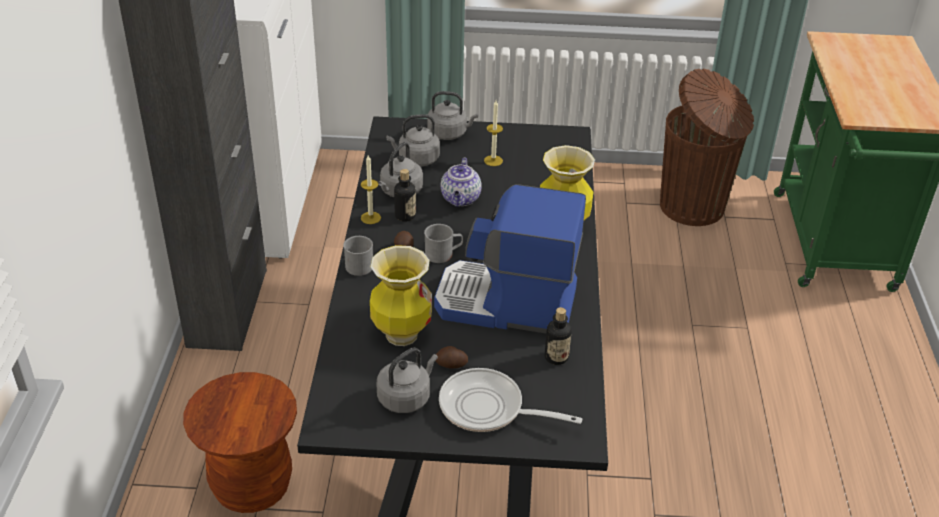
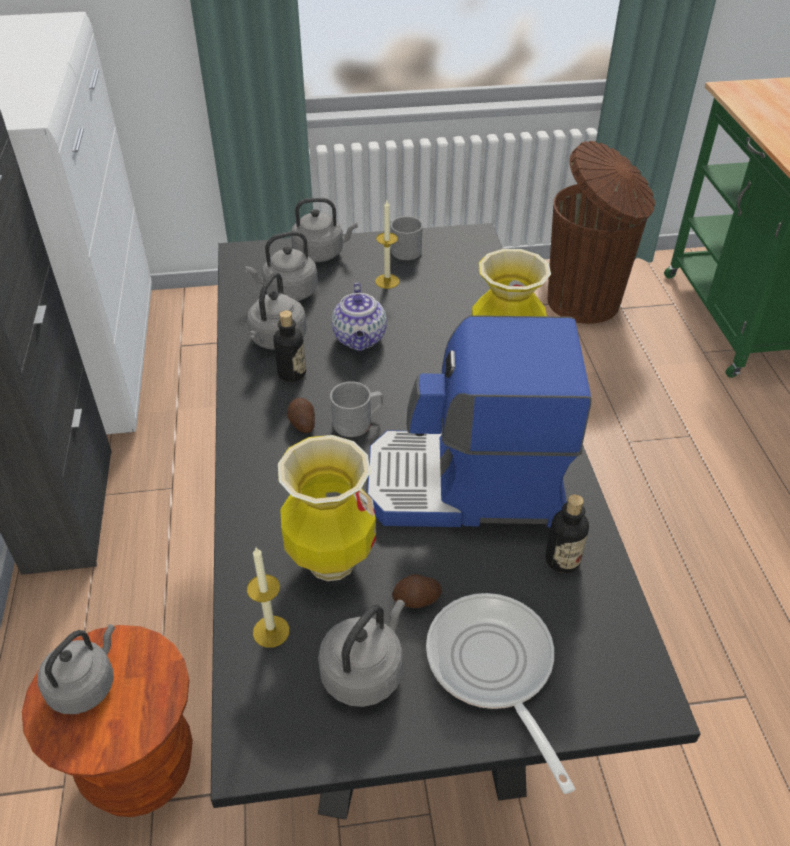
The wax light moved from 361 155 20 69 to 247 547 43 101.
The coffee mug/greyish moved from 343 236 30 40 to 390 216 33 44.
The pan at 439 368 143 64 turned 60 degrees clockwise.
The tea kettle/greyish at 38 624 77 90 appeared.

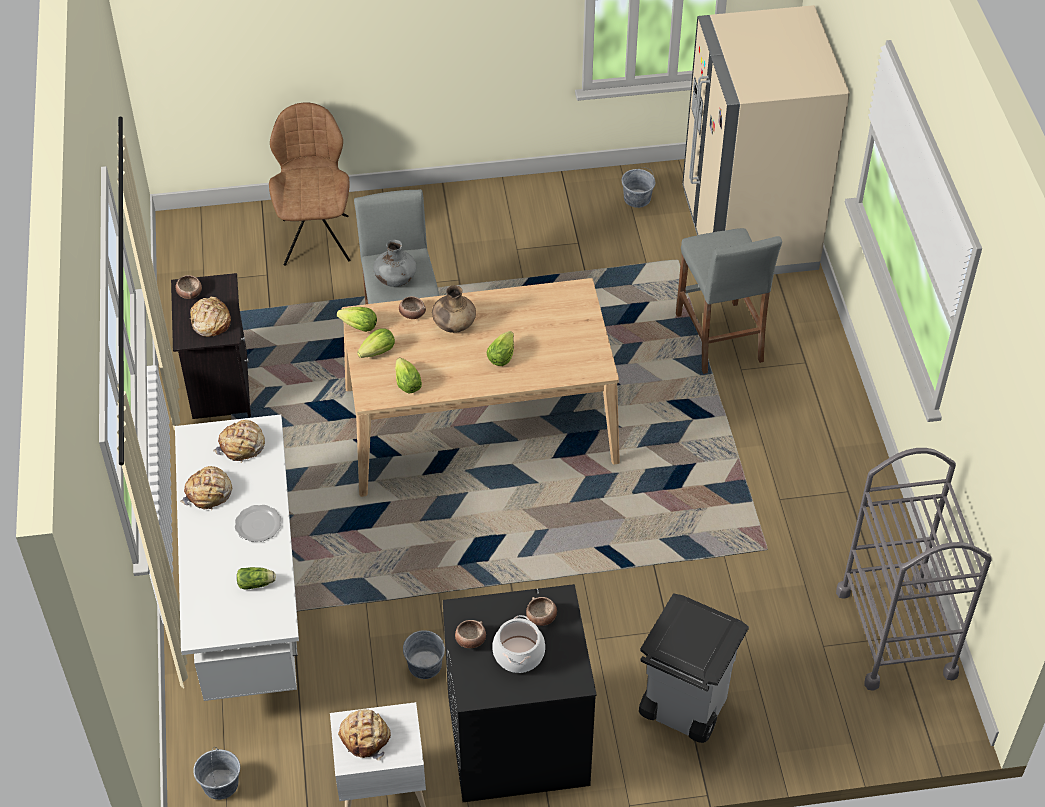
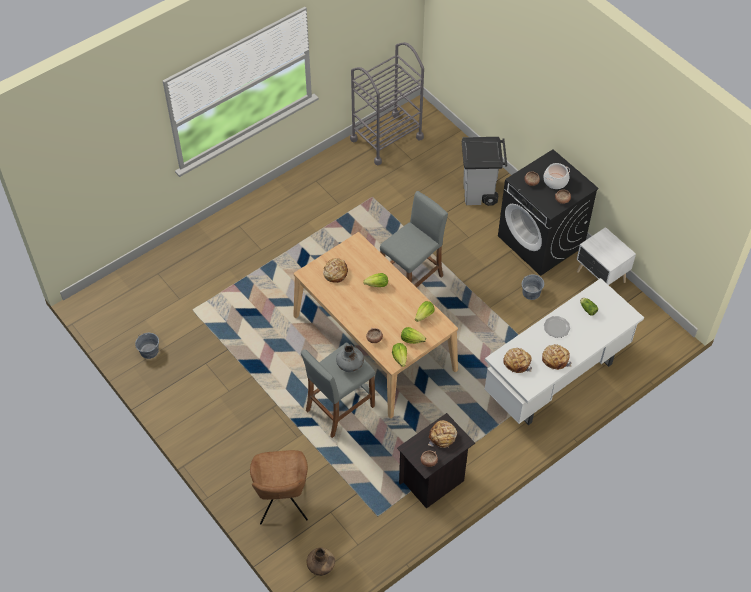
The refrigerator/beige-coloured at 682 5 168 269 disappeared.
The chair/brownish at 269 103 82 163 turned 60 degrees counterclockwise.
The sitting stool/greyish moved from 676 228 106 146 to 380 191 68 97.
The flower vase/brownish moved from 432 285 44 48 to 307 547 28 29.
The bread moved from 338 709 53 52 to 323 258 25 25.
The bucket/greyish at 193 747 47 53 disappeared.

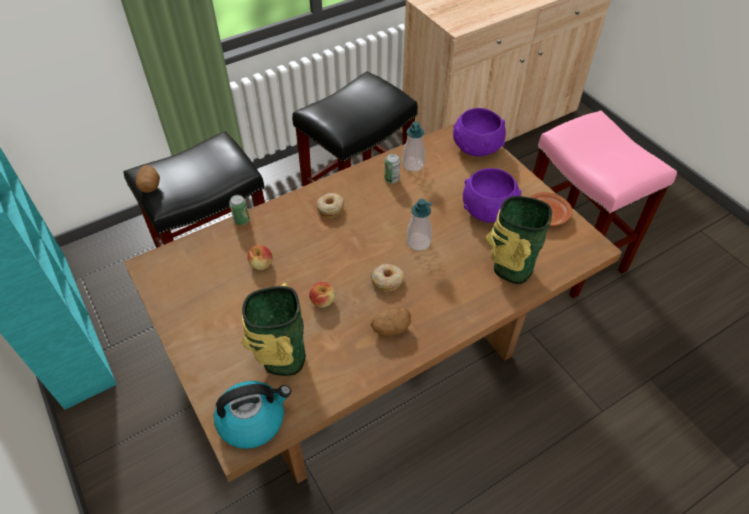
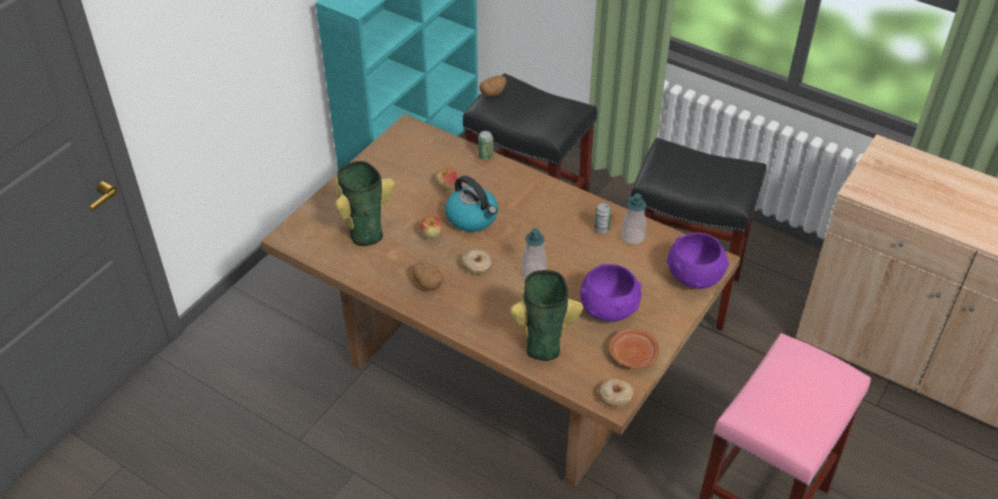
The doughnut moved from 317 193 27 25 to 599 379 34 29.
The tea kettle moved from 214 381 77 68 to 445 176 53 56.

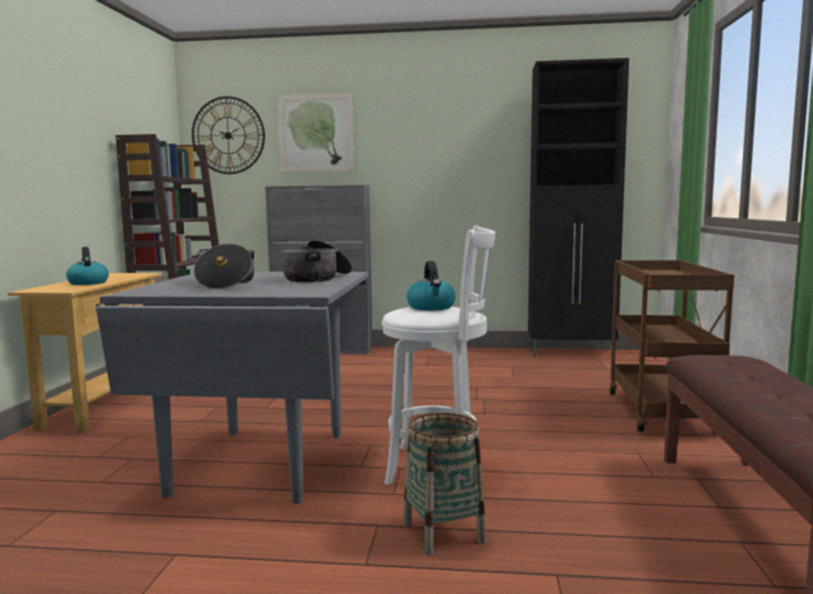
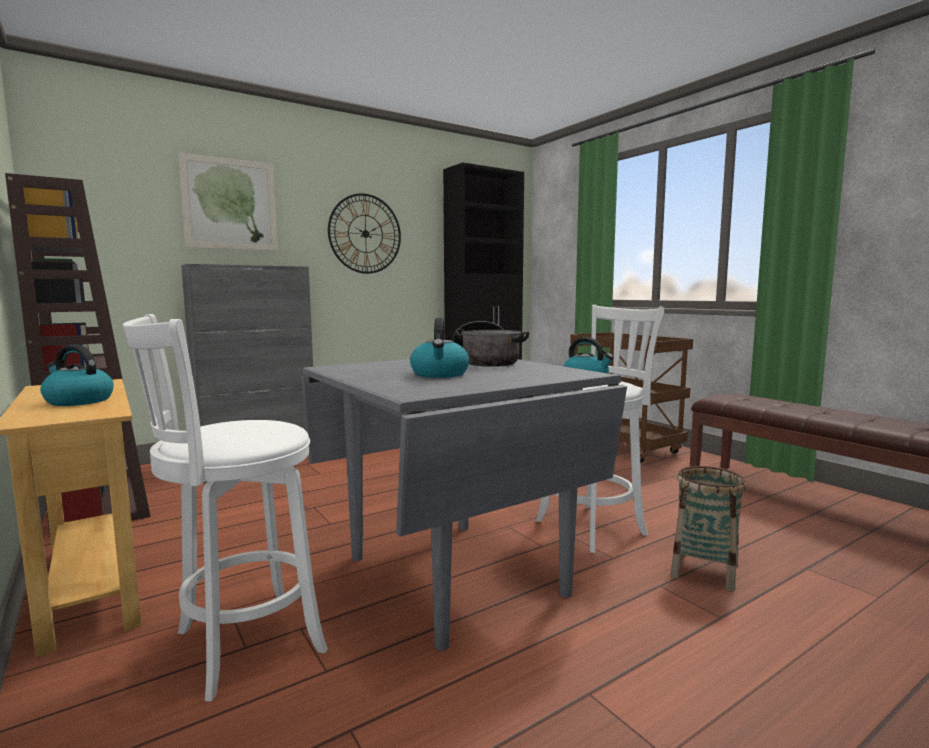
The hanging clock moved from 192 96 73 78 to 328 193 73 81.
The saucepot at 194 244 61 45 was replaced by the tea kettle at 410 318 59 60.
The sitting stool/white-coloured at 123 314 205 388 appeared.

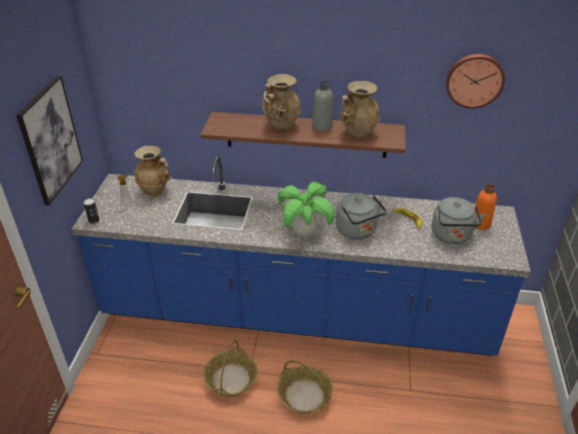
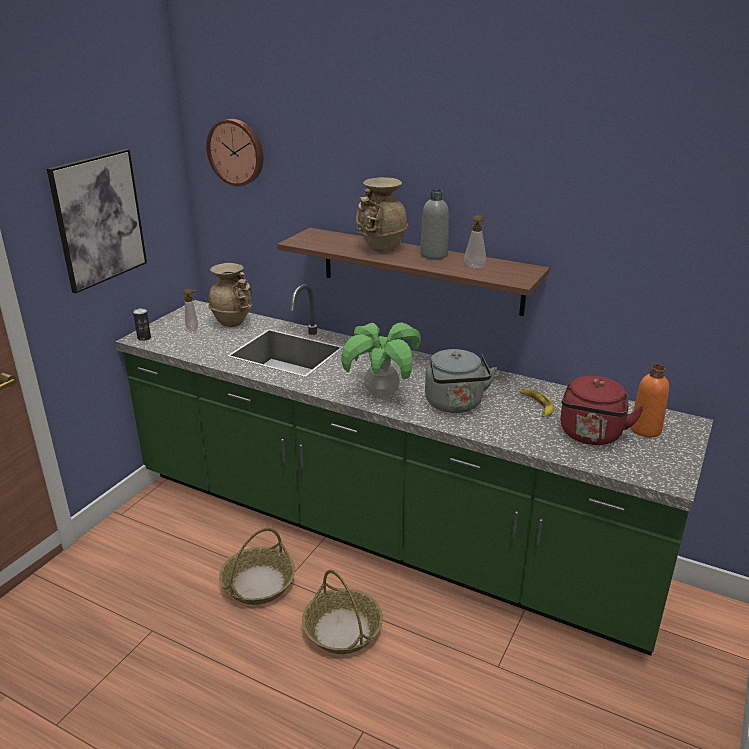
The hanging clock moved from 446 54 59 55 to 206 119 57 67.
The flower vase/beige-coloured at 339 81 41 57 was replaced by the soap bottle at 464 215 22 54.
The kitchen counter/blue at 72 156 459 200 became the kitchen counter/green at 115 284 598 372.
The tea kettle/greyish at 432 197 54 47 became the tea kettle/reddish at 560 376 84 69.

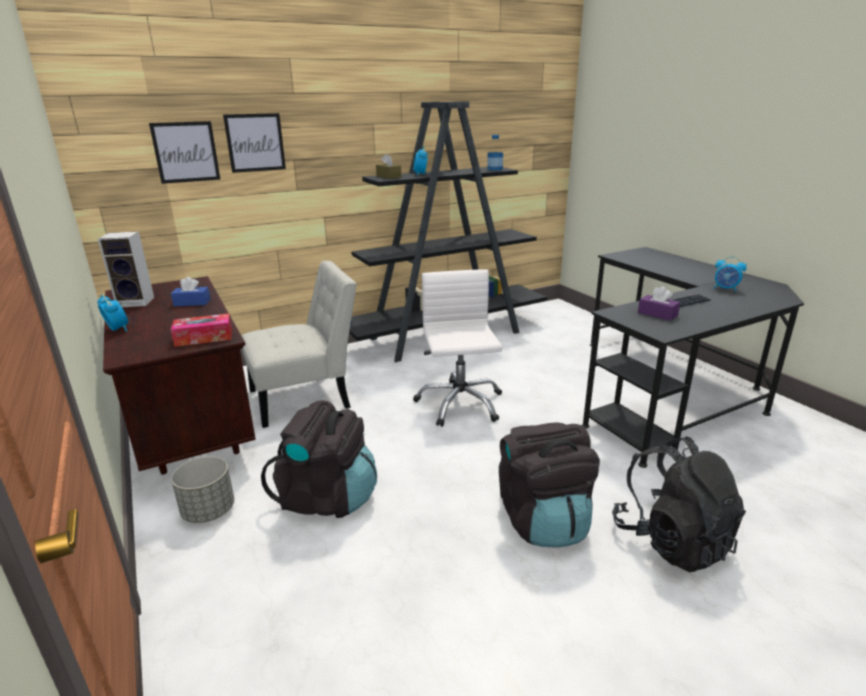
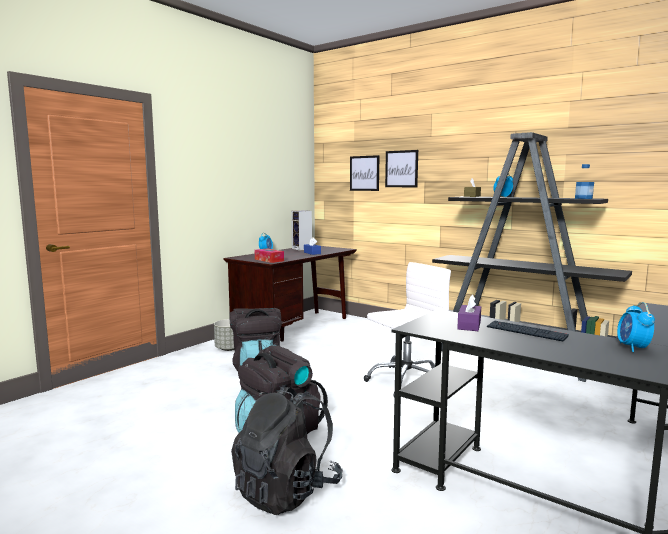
The chair/white-coloured at 242 261 115 167 disappeared.

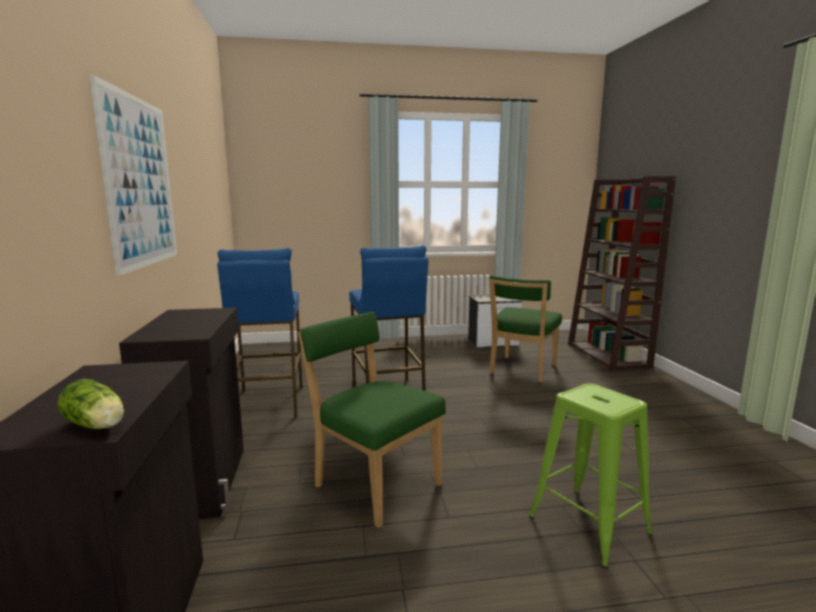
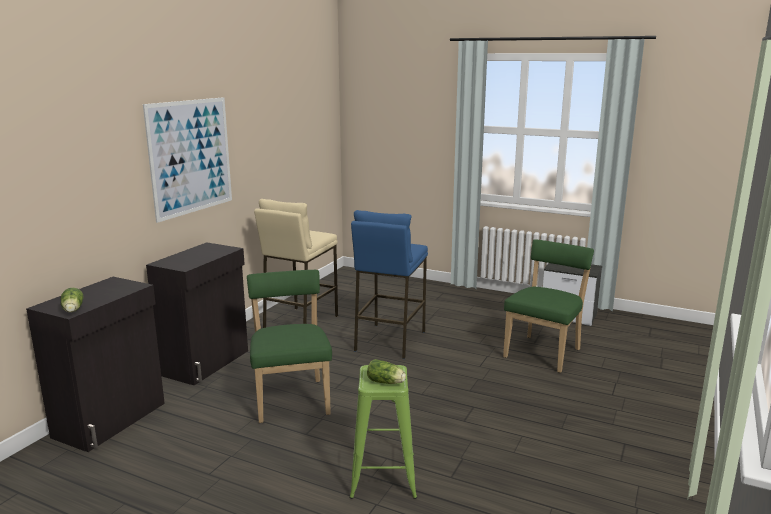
The bookcase/brownish at 568 176 108 195 disappeared.
The sitting stool/blue at 217 248 86 170 became the sitting stool/beige-coloured at 254 199 84 129.
The chair/green at 489 276 73 107 turned 150 degrees clockwise.
The lettuce at 367 359 39 25 appeared.

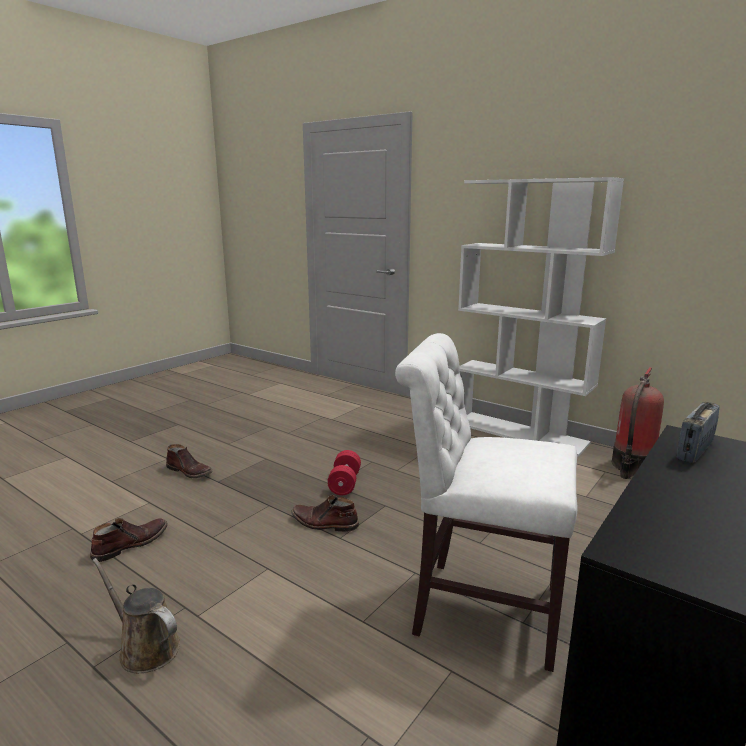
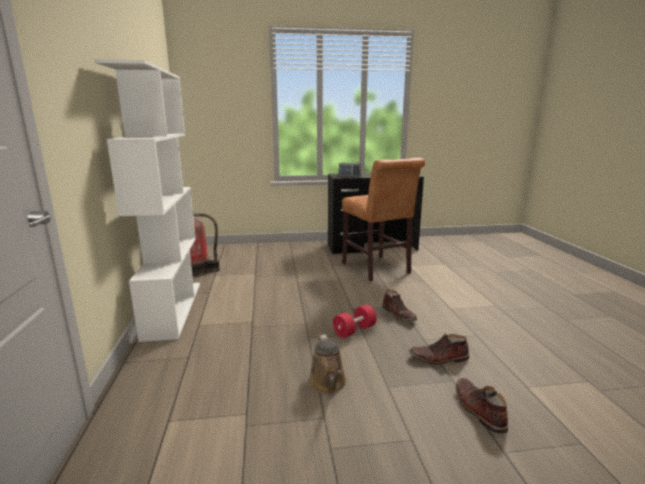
The chair/white-coloured at 395 333 182 339 became the chair/brownish at 342 158 83 123.
The boot/brownish moved from 90 518 78 44 to 409 333 60 32.
The watering pot/brownish moved from 92 558 88 115 to 309 334 37 60.

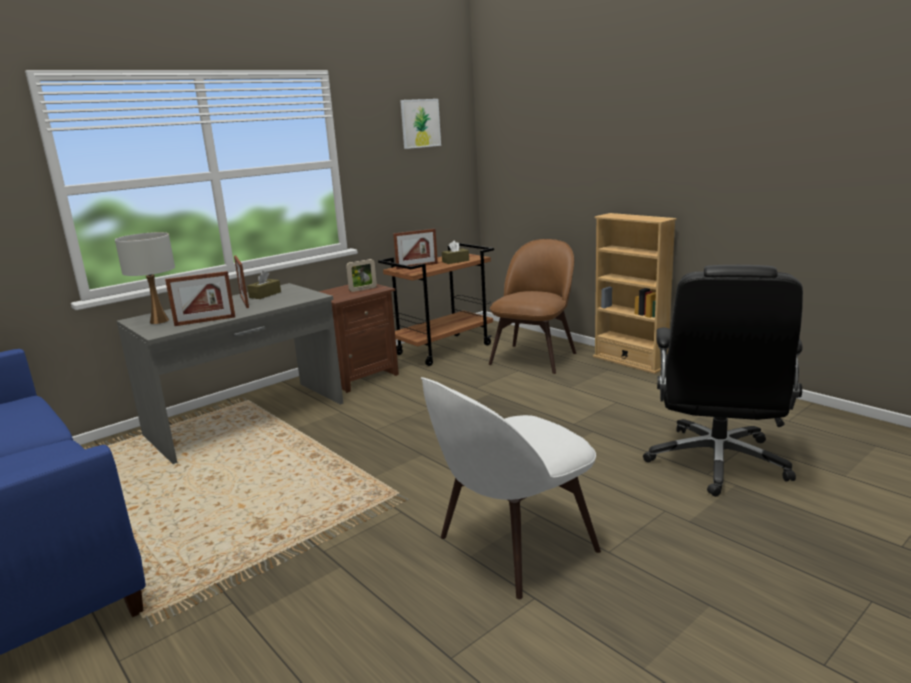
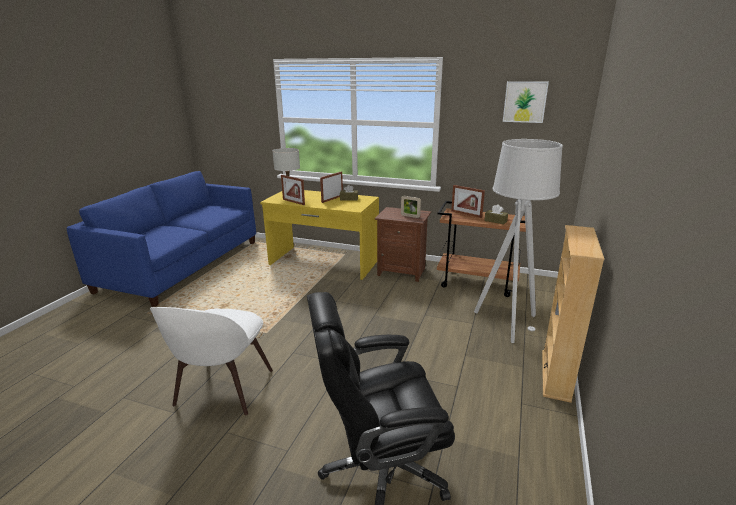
The chair/brownish at 488 239 88 135 was replaced by the standard lamp/greyish at 474 139 89 204.
The desk table/greyish at 117 283 226 181 became the desk table/yellow-coloured at 260 190 119 90.
The chair/white-coloured at 420 377 181 222 turned 105 degrees counterclockwise.

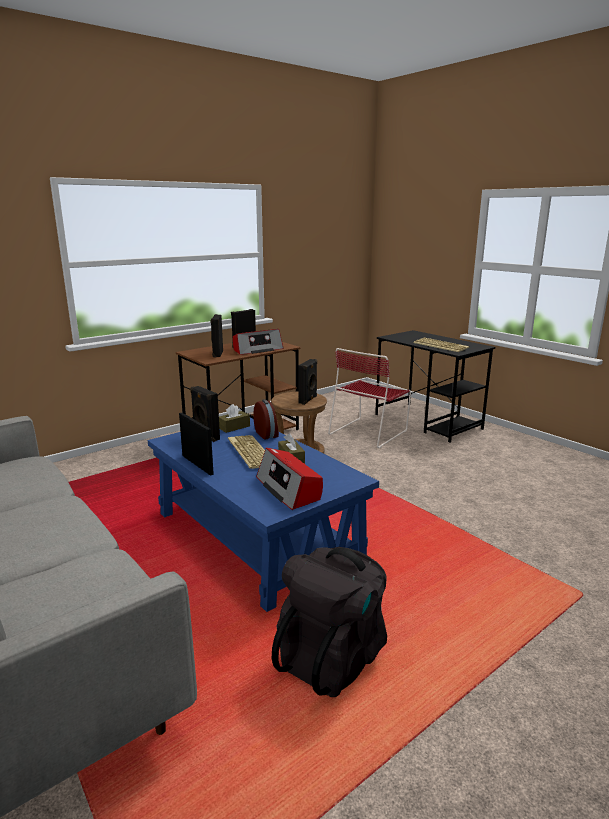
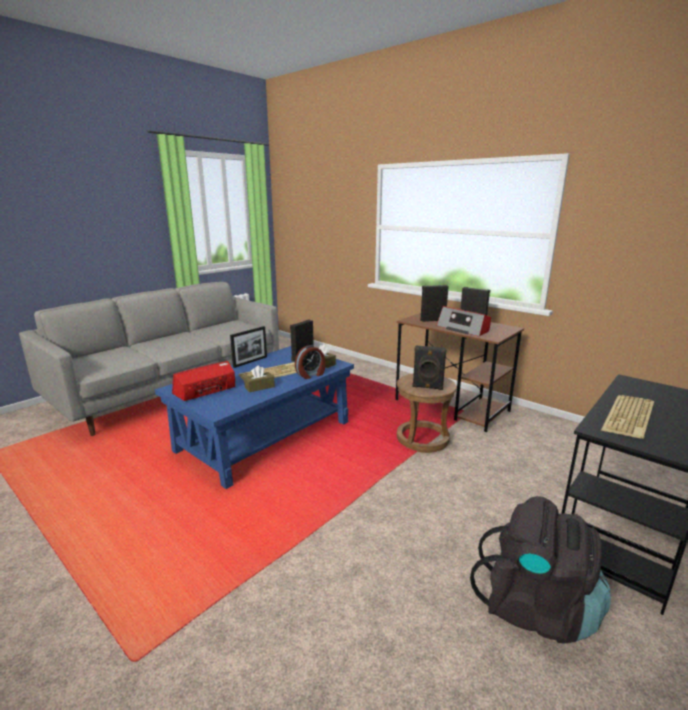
The chair/reddish at 328 348 83 100 disappeared.
The backpack/black moved from 272 547 115 150 to 470 496 141 148.

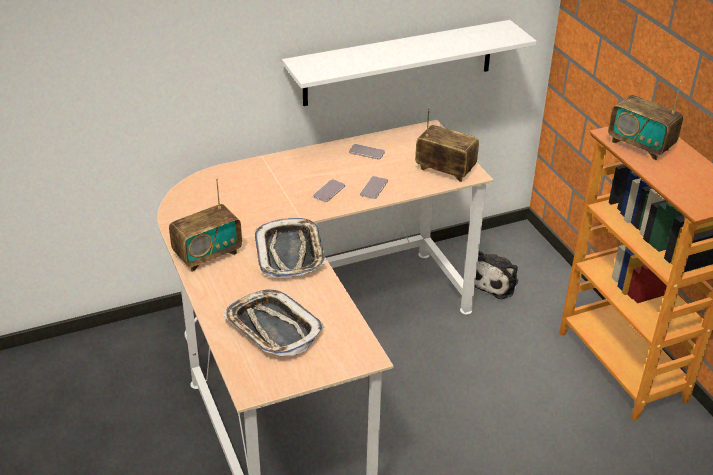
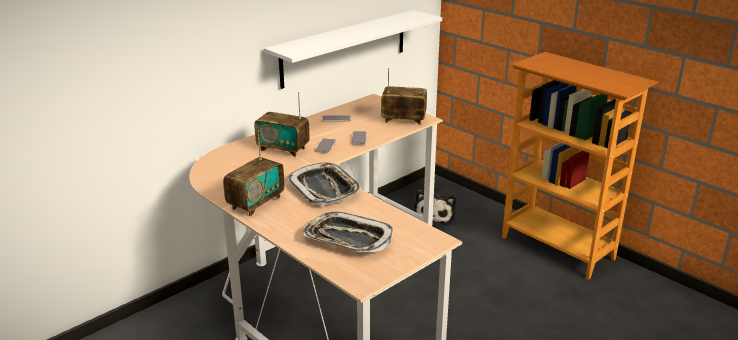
The radio moved from 608 81 75 79 to 254 92 56 65.

